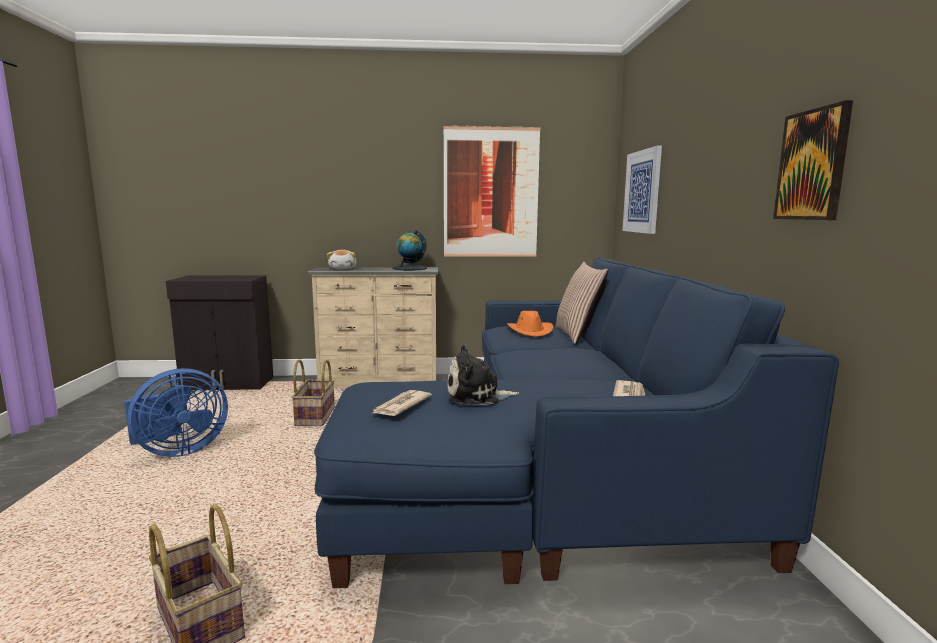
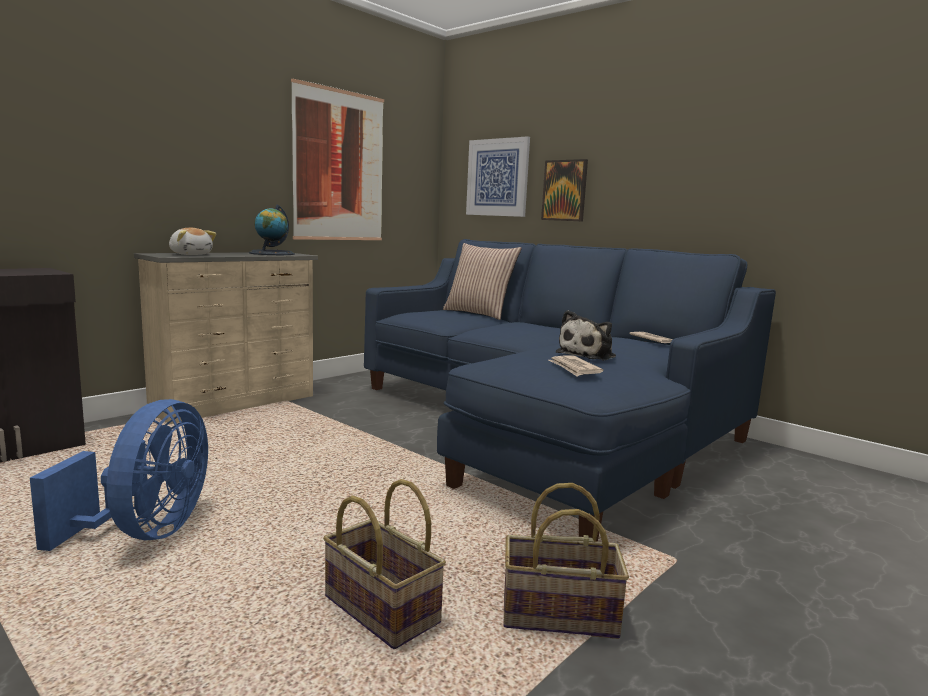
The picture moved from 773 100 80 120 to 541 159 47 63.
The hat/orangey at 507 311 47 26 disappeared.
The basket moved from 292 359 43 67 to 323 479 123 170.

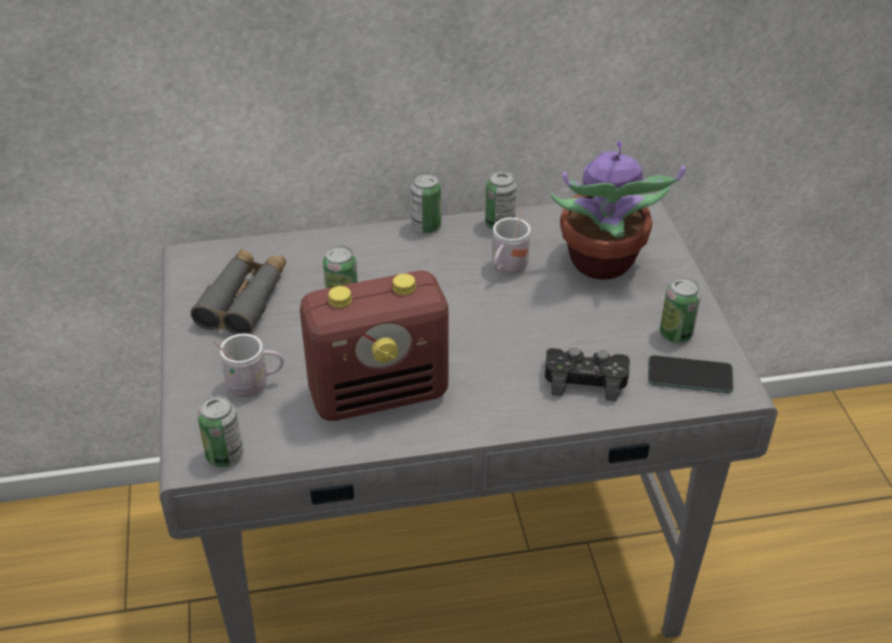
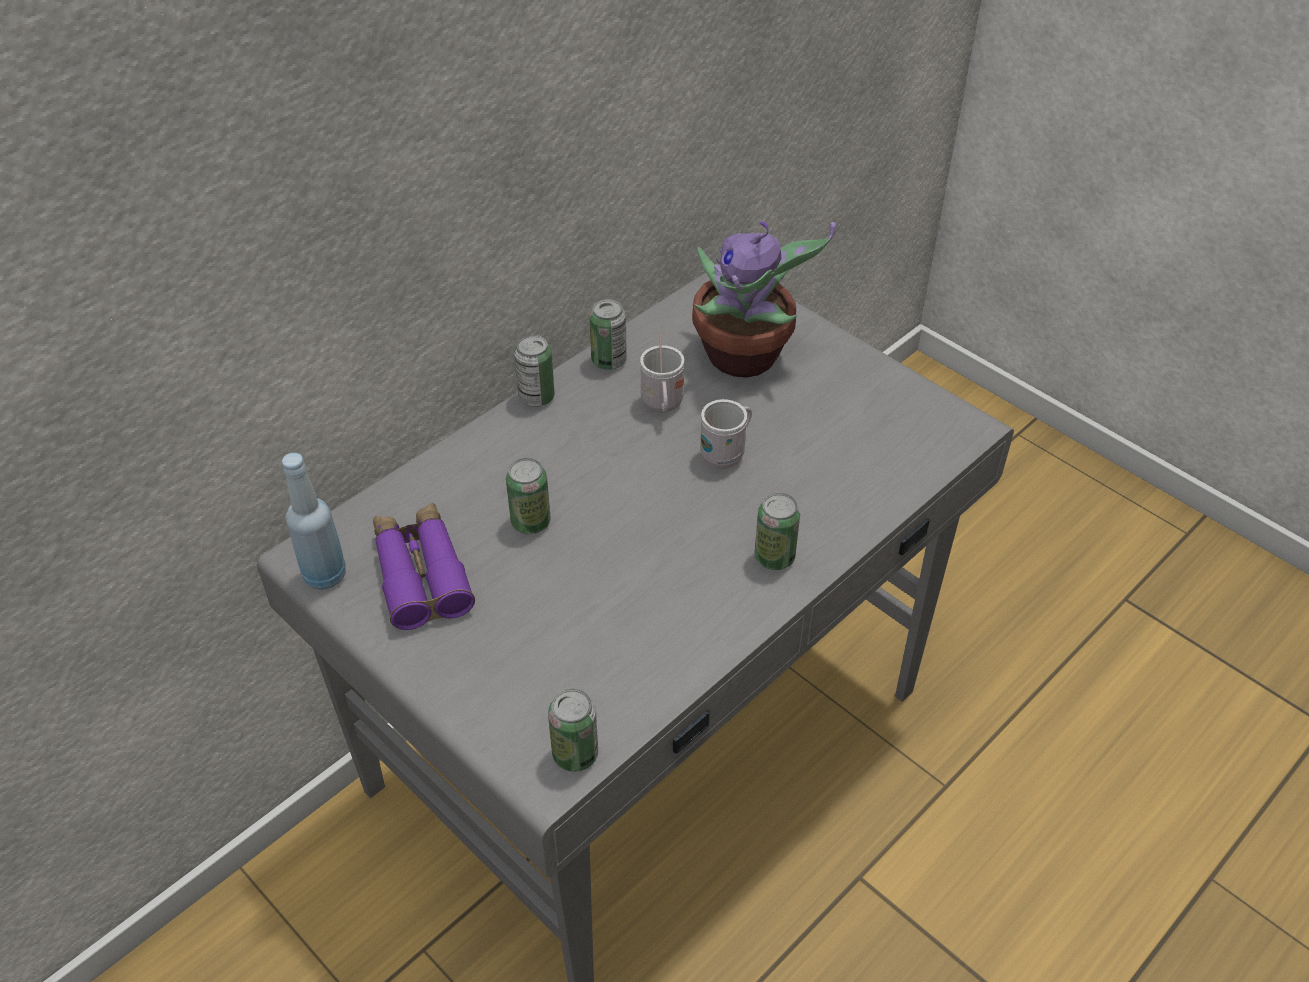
The pair of binoculars/greyish at 191 248 95 87 became the pair of binoculars/purplish at 373 502 102 128.
The radio at 300 270 149 151 disappeared.
The can moved from 660 277 41 66 to 754 493 46 77.
The coffee mug/white-coloured moved from 213 333 71 64 to 700 399 52 70.
The game controller/black at 545 348 85 53 disappeared.
The handset at 648 355 86 38 disappeared.
The bottle/blue at 282 453 64 137 appeared.

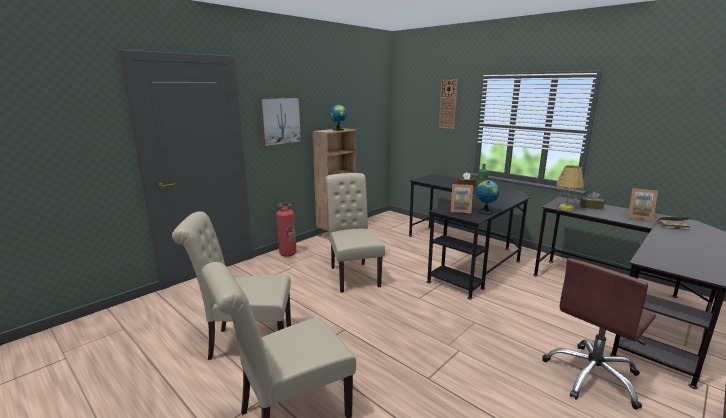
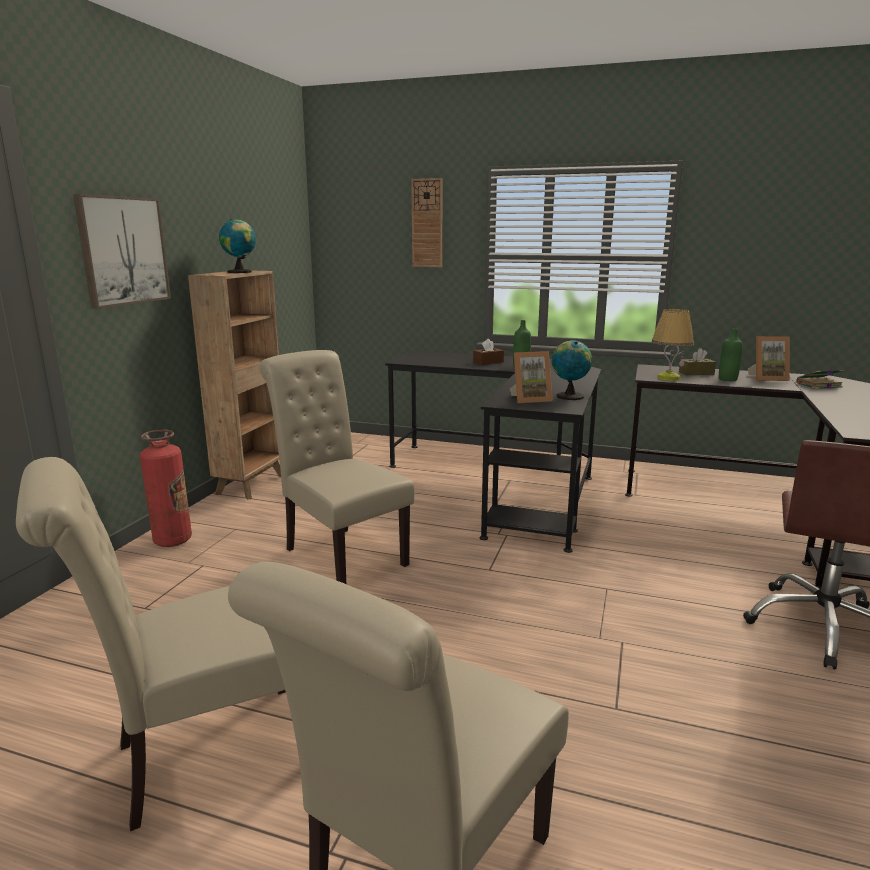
The bottle/green at 719 328 24 53 appeared.

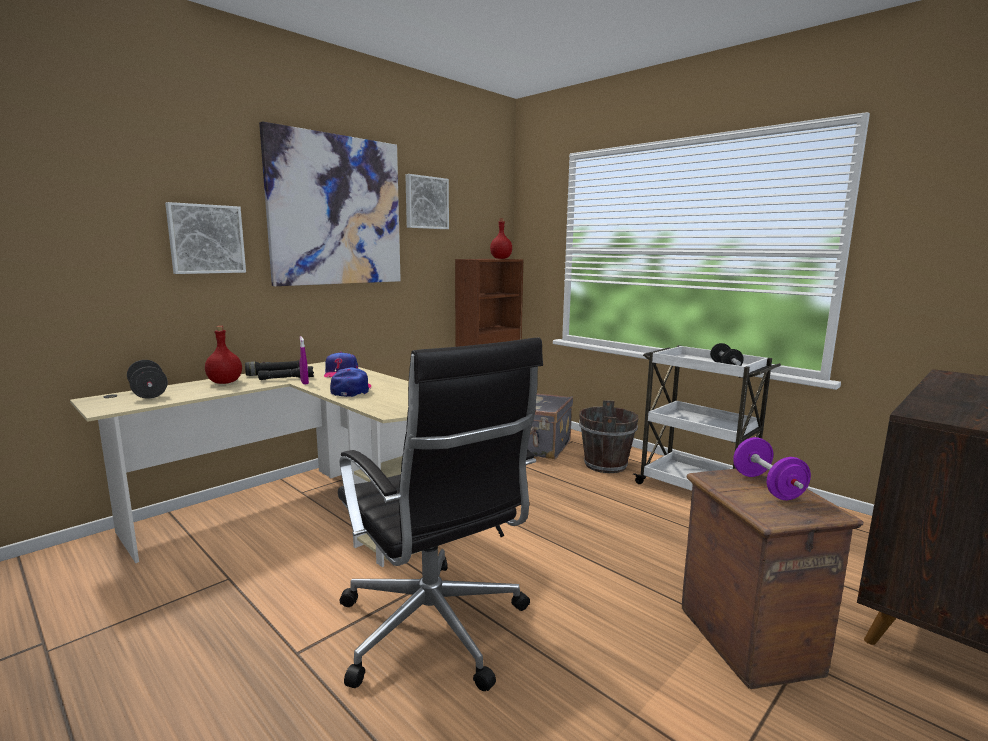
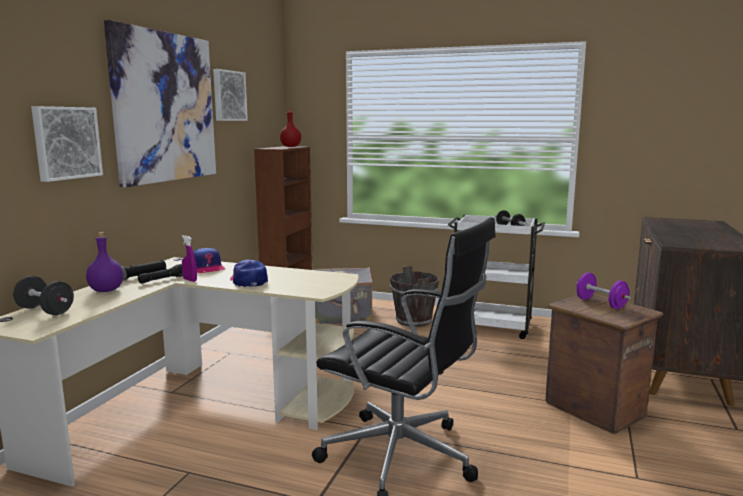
The bottle/reddish at 205 326 37 58 became the bottle/purplish at 86 232 37 60.

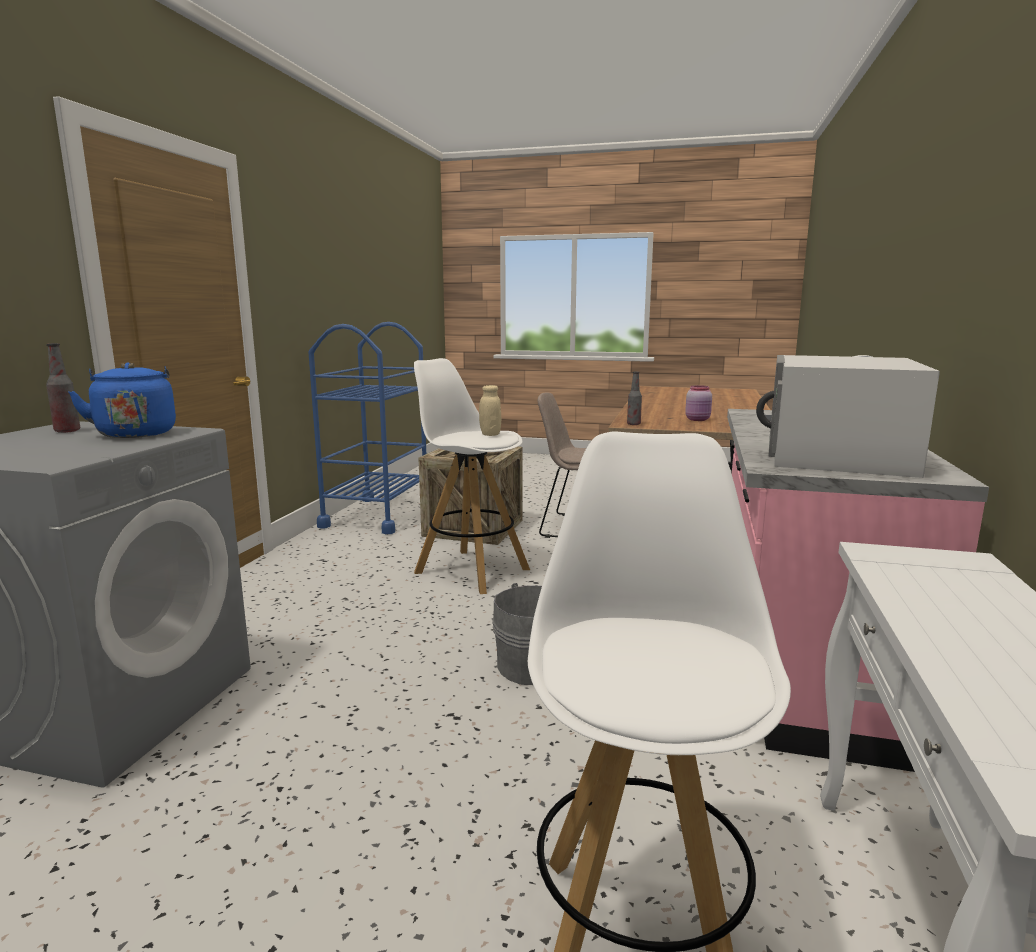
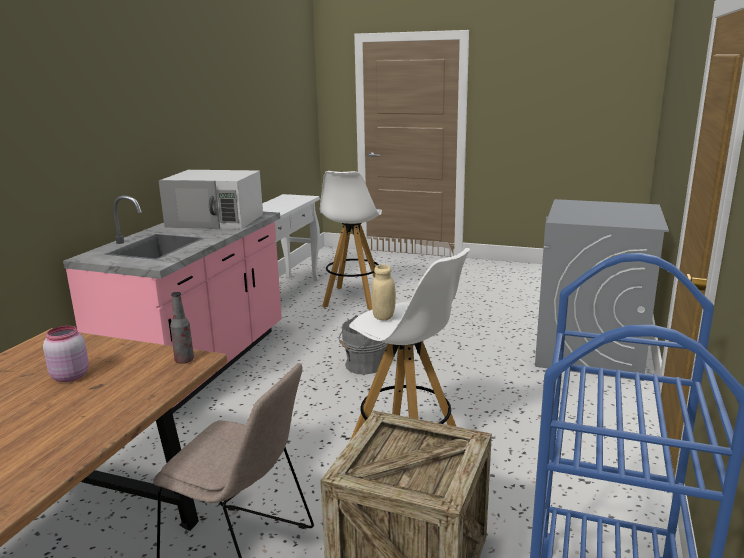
The bottle at 46 343 34 90 disappeared.
The microwave/white-coloured at 756 355 184 123 turned 75 degrees clockwise.
The tea kettle/blue at 68 363 108 75 disappeared.

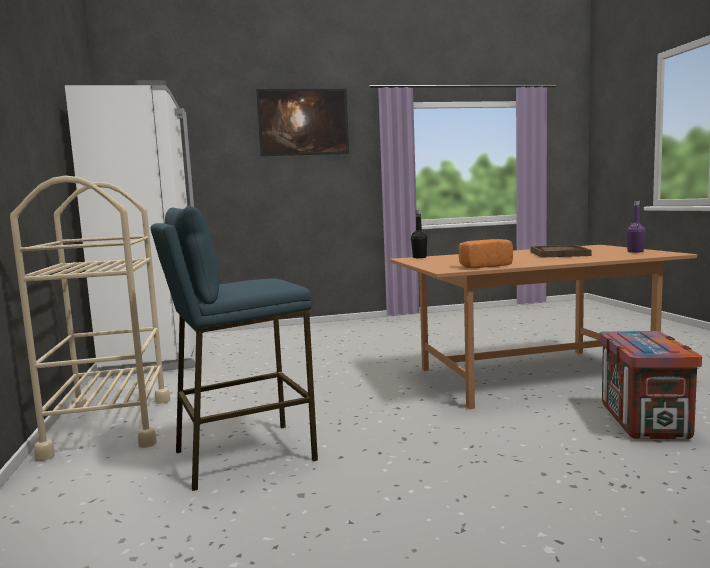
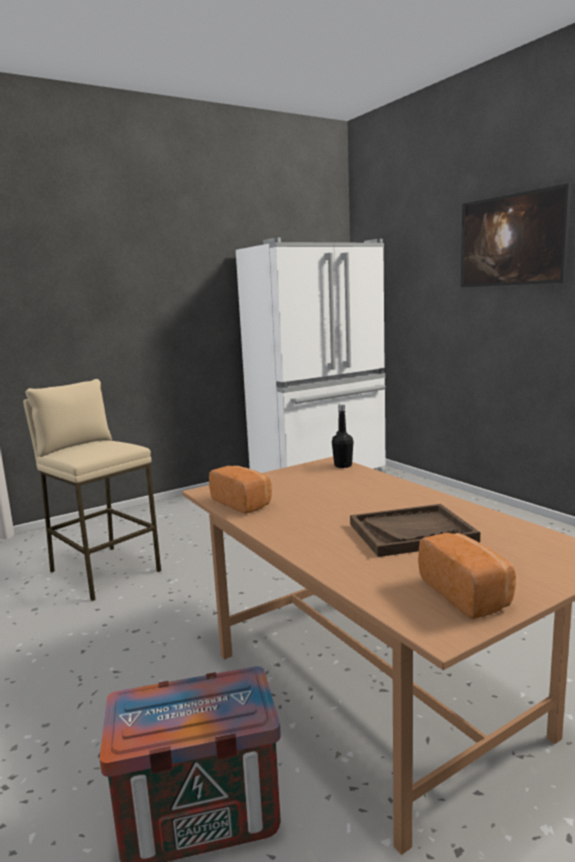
The cart/beige-coloured at 10 176 160 285 disappeared.
The bottle/purplish at 626 201 20 52 was replaced by the bread at 418 533 98 86.
The sitting stool/blue at 150 206 168 285 became the sitting stool/beige-coloured at 23 379 138 222.

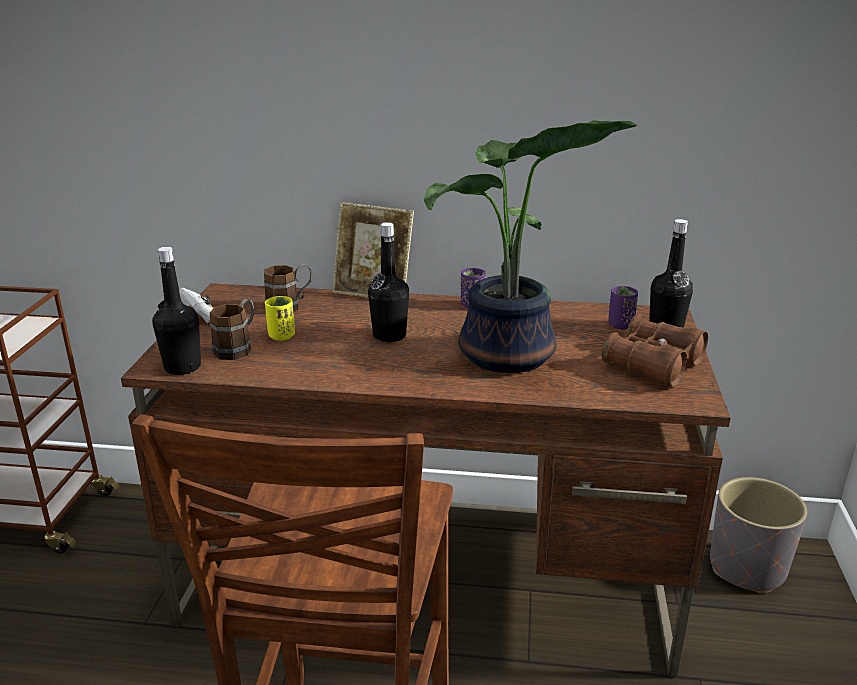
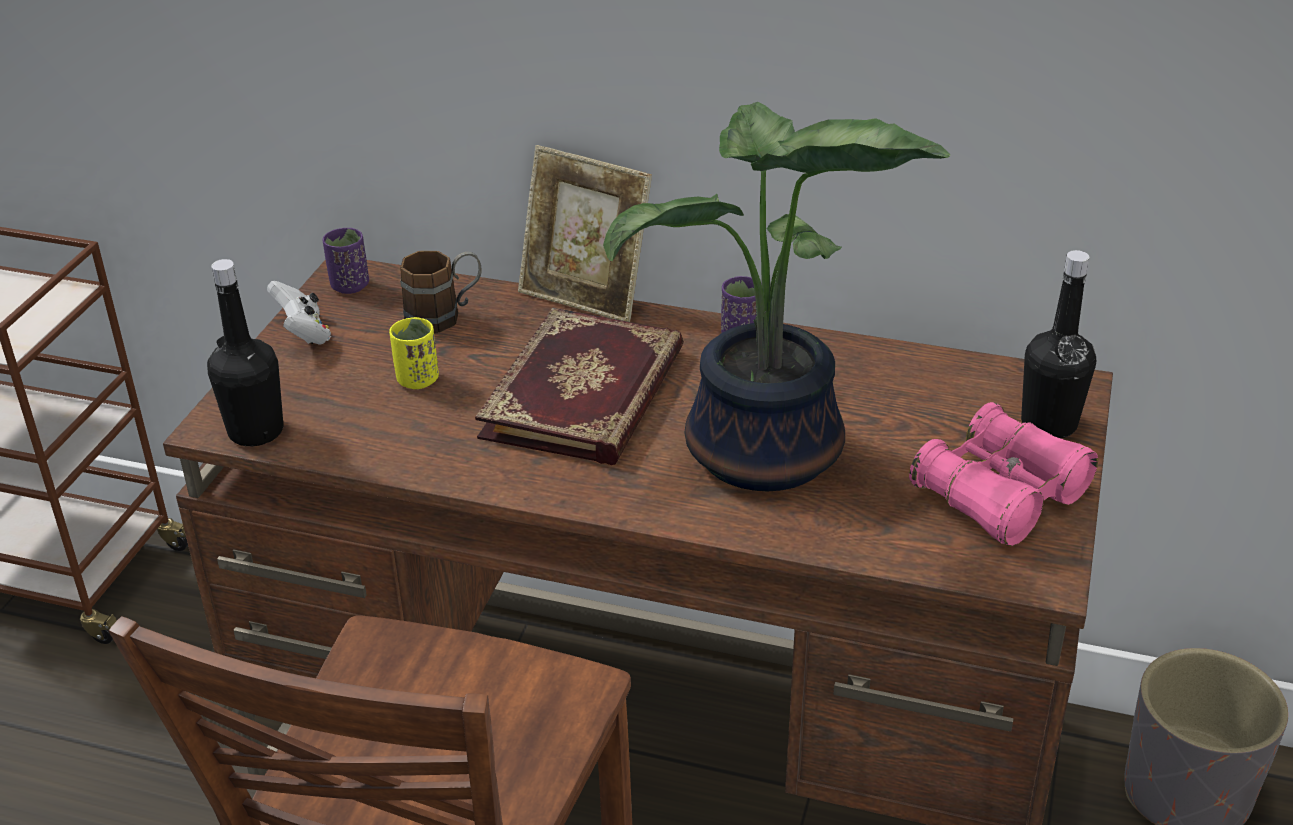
The bottle/black at 368 222 41 120 was replaced by the bound book at 475 307 209 158.
The drinking cup/purplish moved from 608 286 30 43 to 323 228 46 66.
The coffee mug/brownish at 210 299 44 61 disappeared.
The pair of binoculars/brownish at 602 315 106 72 became the pair of binoculars/pink-coloured at 909 402 189 144.

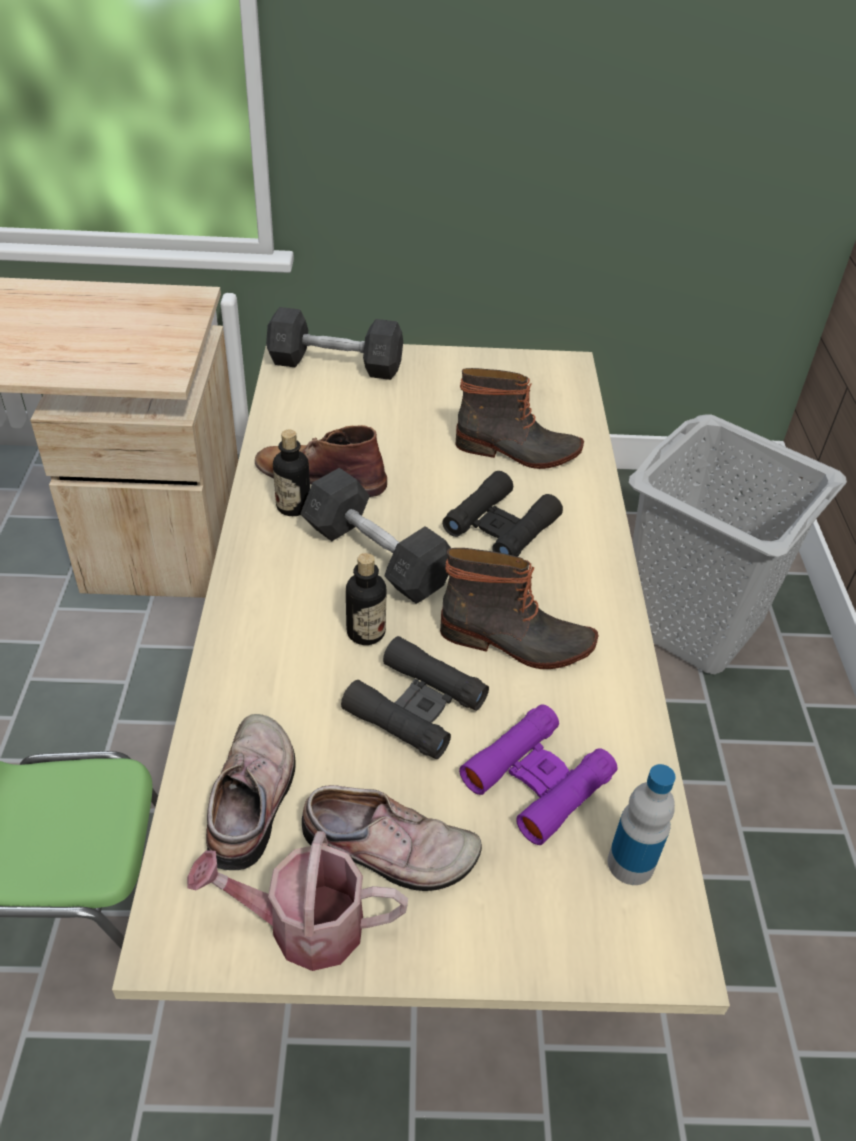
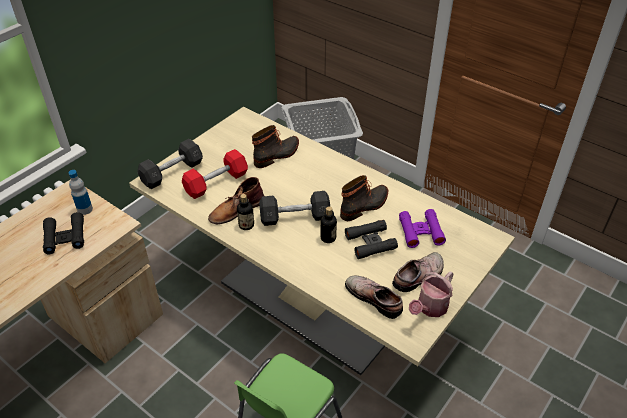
The pair of binoculars/black moved from 442 471 121 86 to 43 212 41 42.
The bottle moved from 608 764 68 121 to 68 170 25 45.
The free weight/reddish at 182 149 66 50 appeared.

